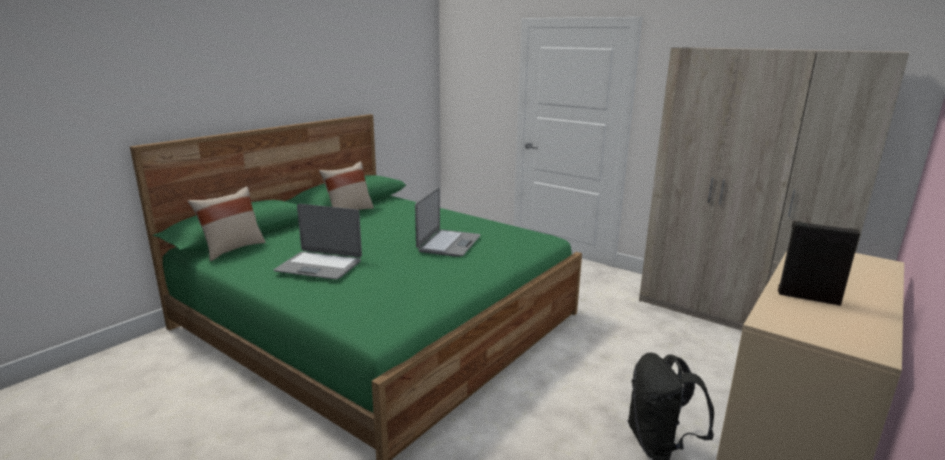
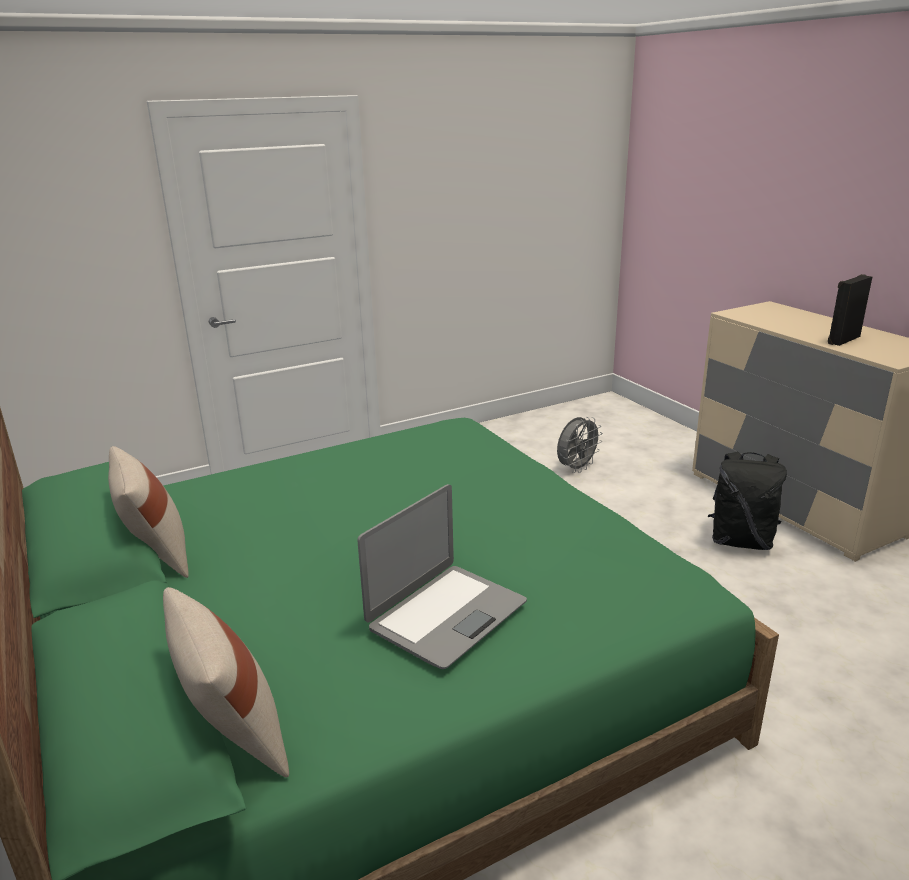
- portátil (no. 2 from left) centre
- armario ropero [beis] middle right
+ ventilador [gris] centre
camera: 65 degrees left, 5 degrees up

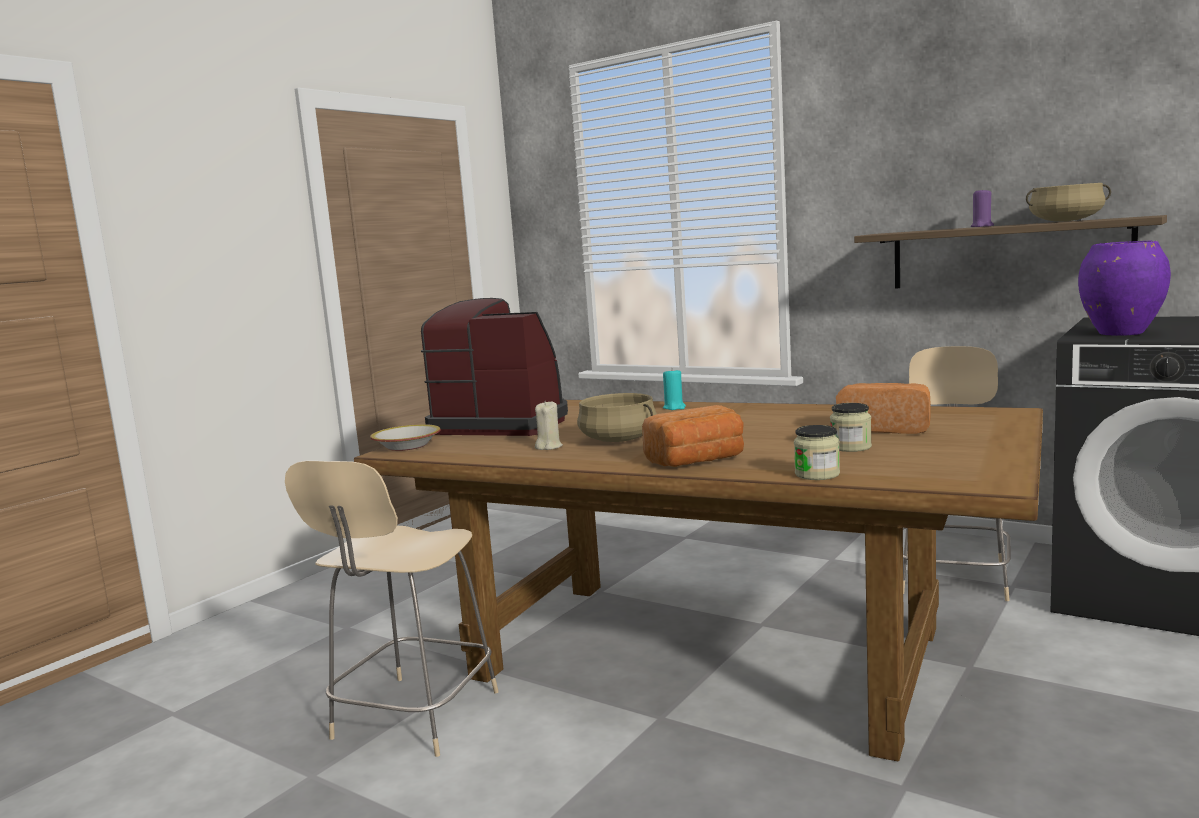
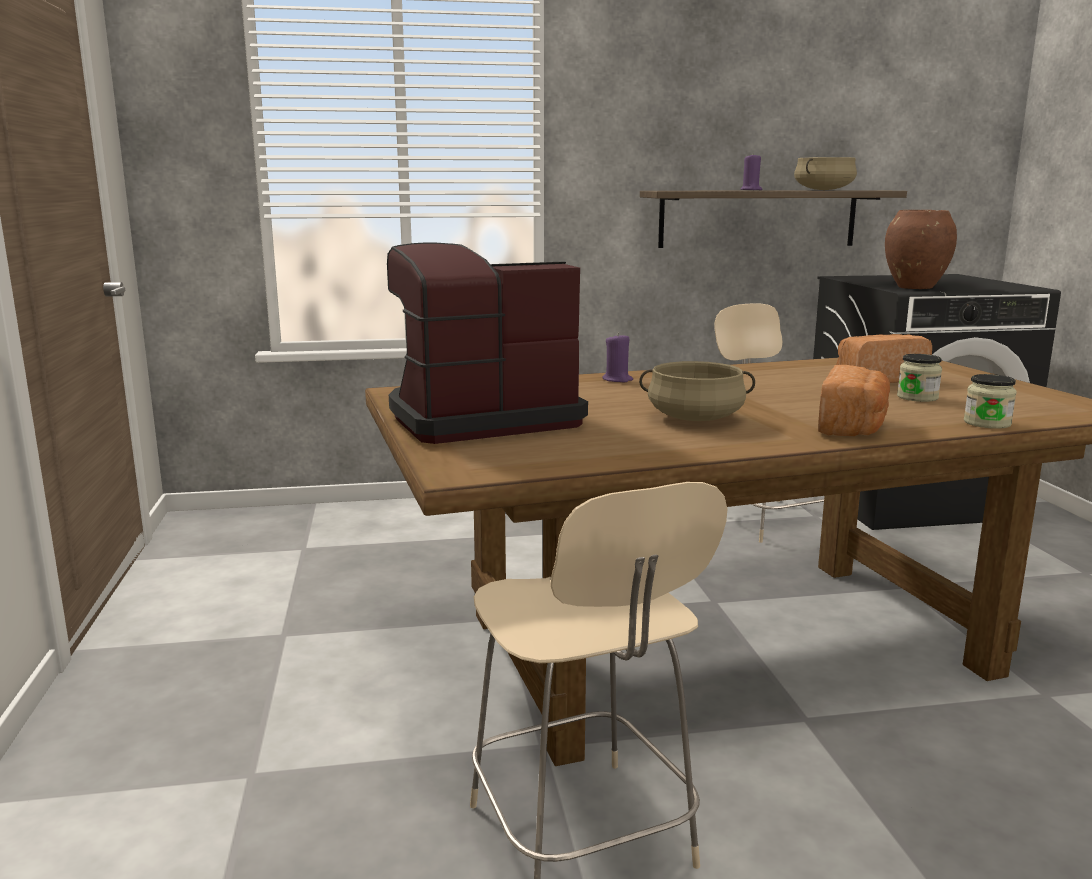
- cuenco centre
- vela [beis] centre
~ vela [turquesa] centre to vela [morado] (no. 1 from left) centre
~ florero [morado] middle right to florero [marrón] top right
camera: 45 degrees left, 5 degrees up

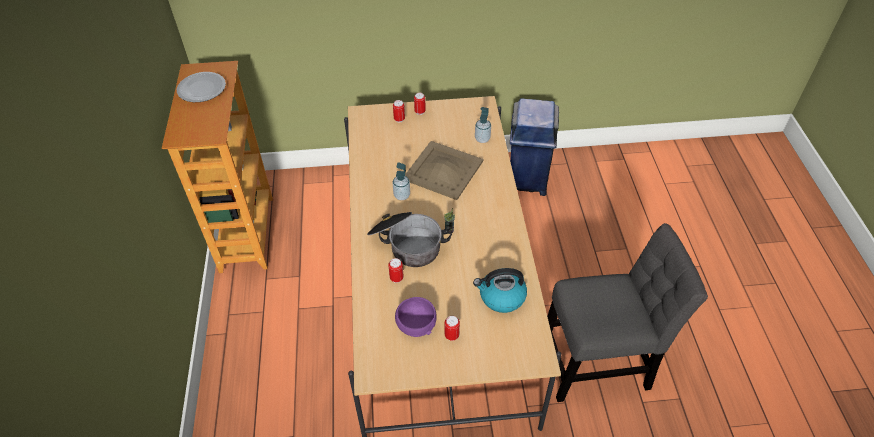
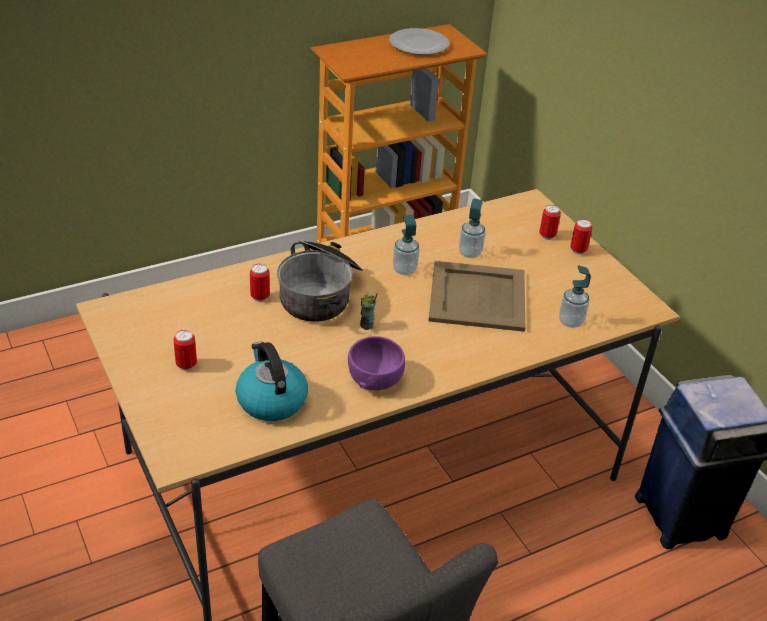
+ dispensador de jabón (no. 2 from left) centre
~ cuenco [morado] bottom centre to centre
camera: 65 degrees right, 10 degrees down

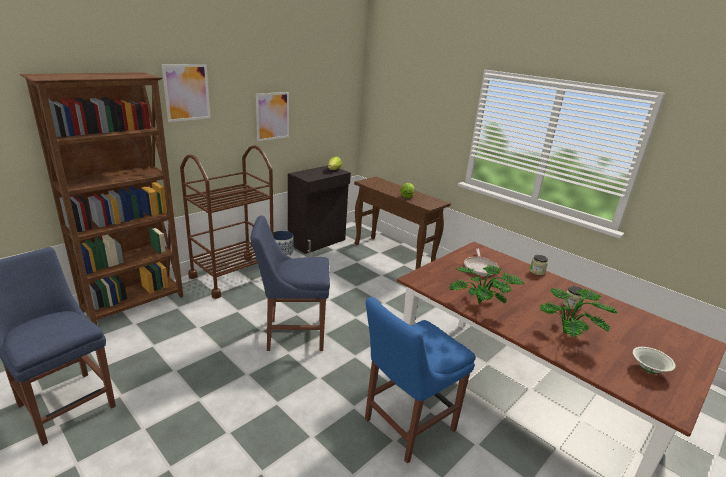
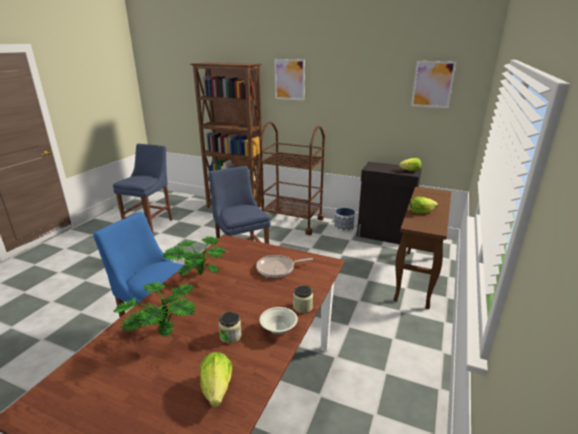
+ lechuga (no. 1 from left) bottom centre
~ cuadro (no. 2 from left) top centre to top right
~ cuenco [blanco] bottom right to bottom centre
camera: 70 degrees right, 0 degrees up

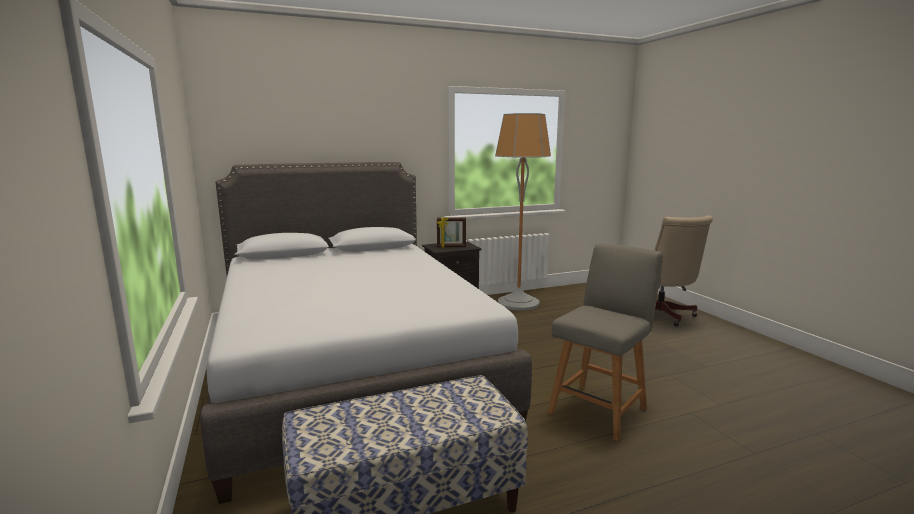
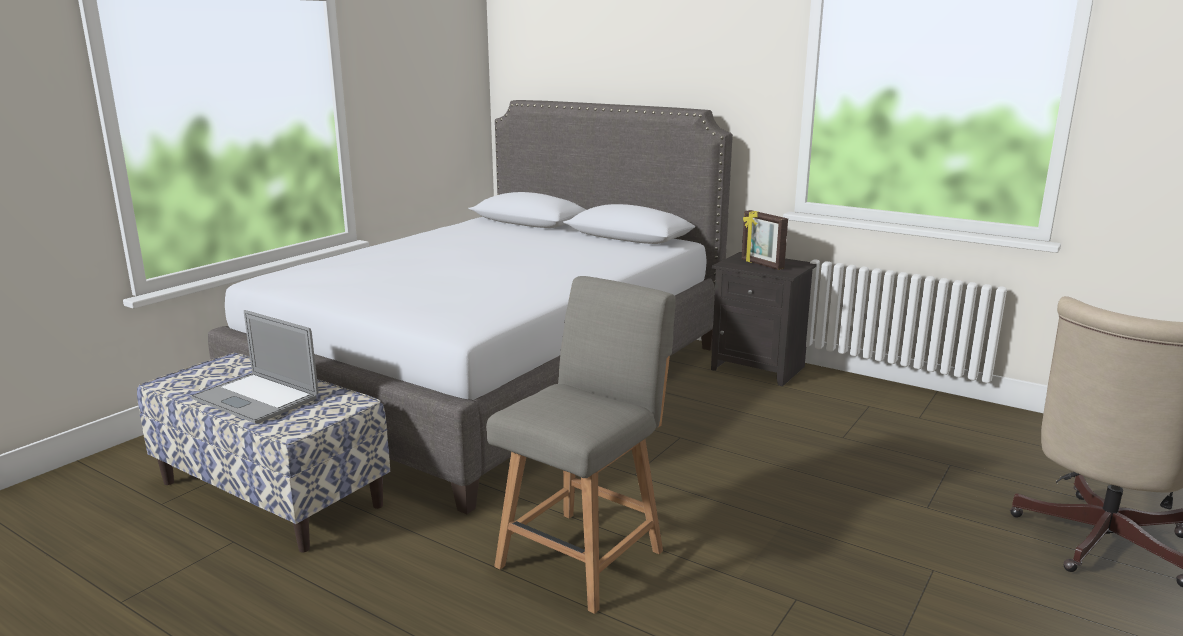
- lámpara de pie centre
+ portátil middle left
~ silla [gris] centre = bottom centre 60 degrees counterclockwise
camera: 55 degrees right, 5 degrees up

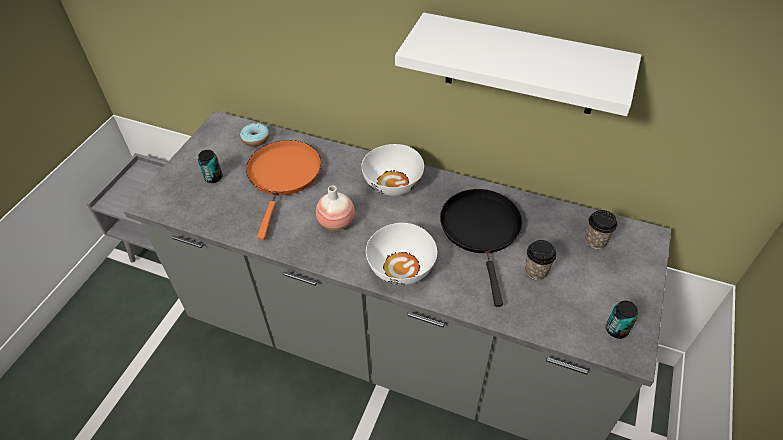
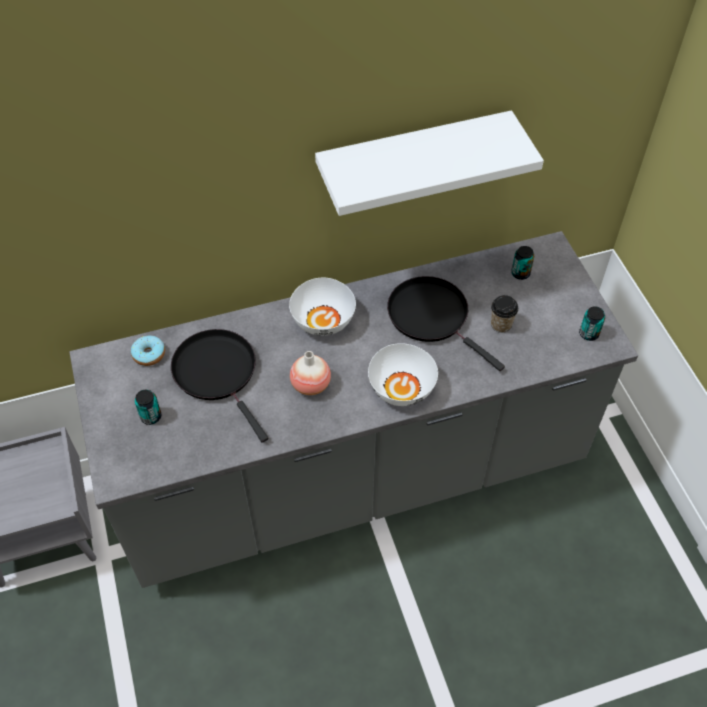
~ taza (no. 2 from left) middle right to lata (no. 2 from left) middle right
~ sartén [naranja] centre to sartén [negro] (no. 1 from left) middle left
camera: 40 degrees left, 5 degrees up

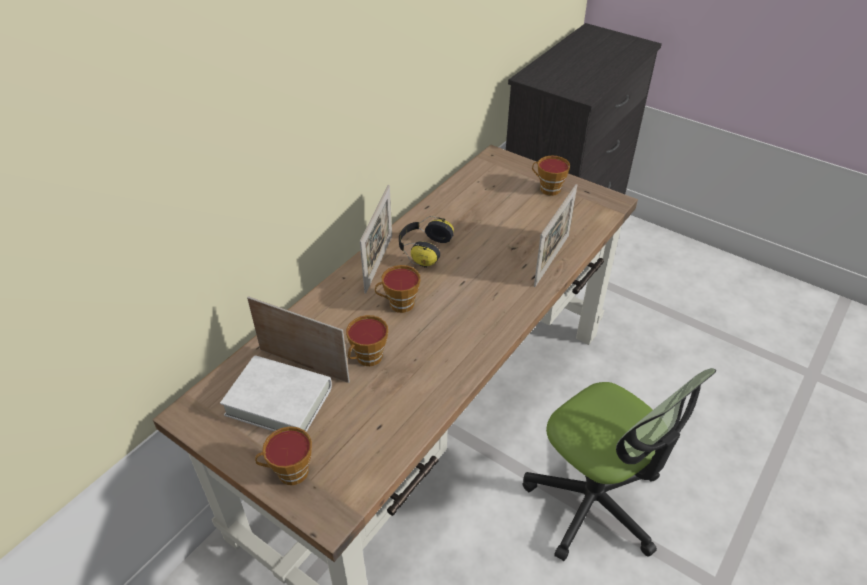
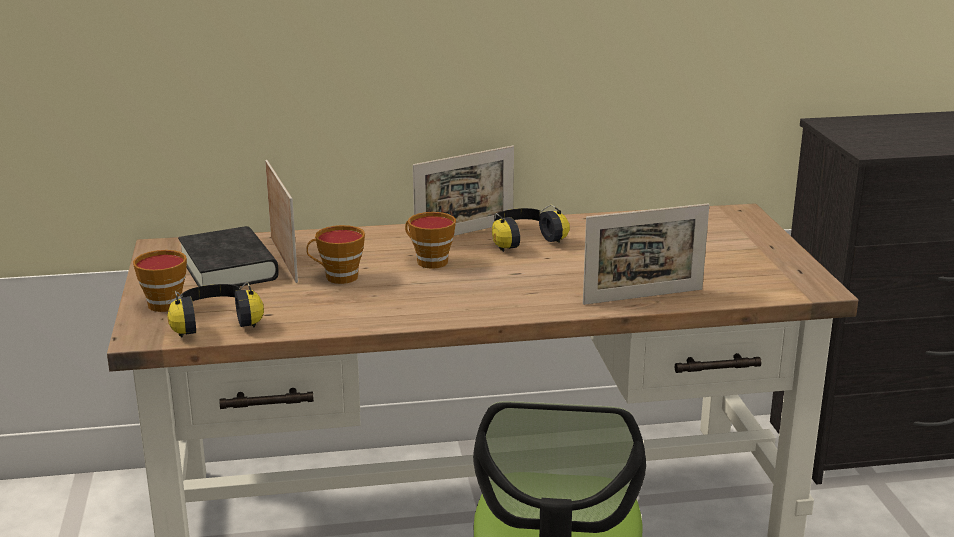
- taza (no. 4 from left) top centre
+ auriculares (no. 1 from left) middle left
~ libro [blanco] bottom left to libro [negro] middle left
camera: 45 degrees right, 20 degrees down

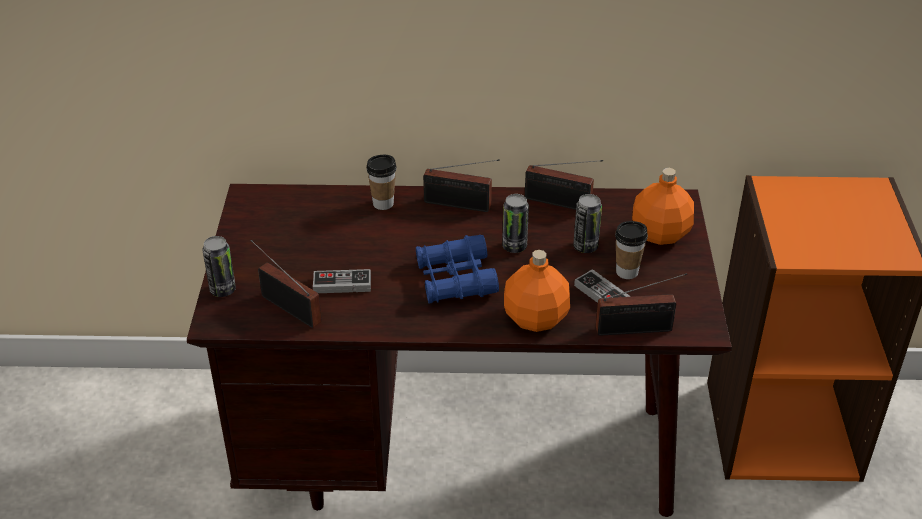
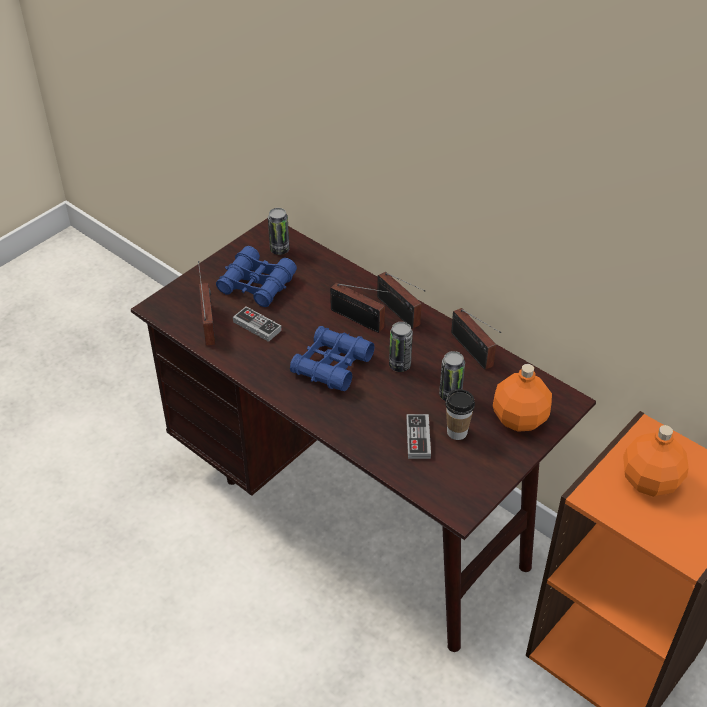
- taza (no. 1 from left) centre
+ prismáticos [azul] (no. 1 from left) centre
~ lata (no. 1 from left) middle left to top centre
~ botella [naranja] (no. 1 from left in the first image) centre to botella [naranja] (no. 2 from left) middle right
~ radio (no. 4 from left in the first image) middle right to radio (no. 2 from left) centre
camera: 40 degrees right, 5 degrees up

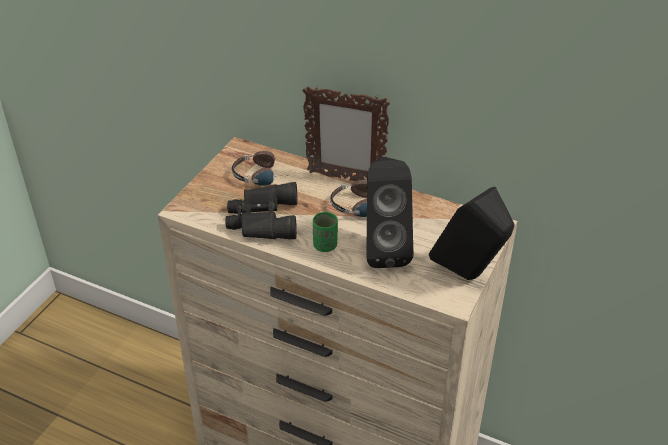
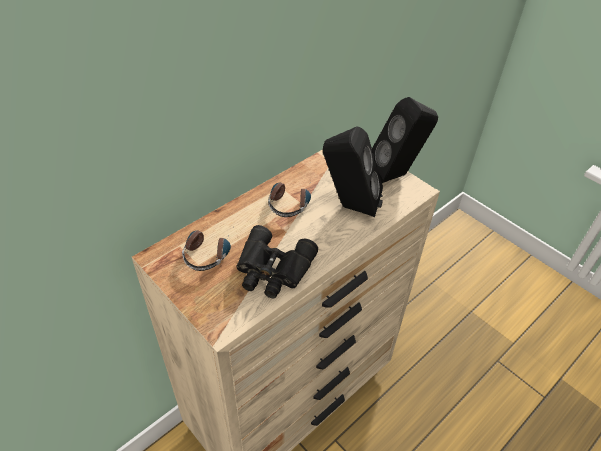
- portarretratos top centre
- taza [verde] centre
camera: 70 degrees left, 5 degrees up

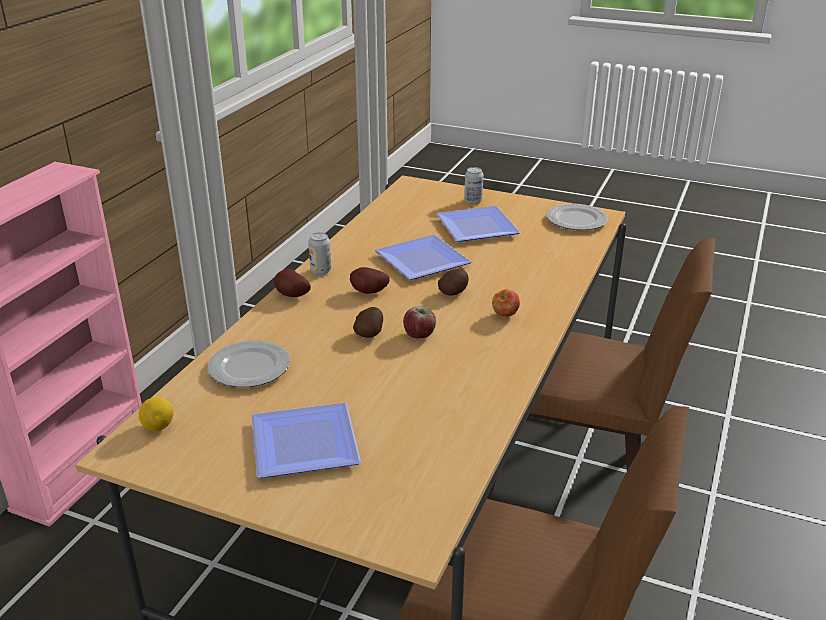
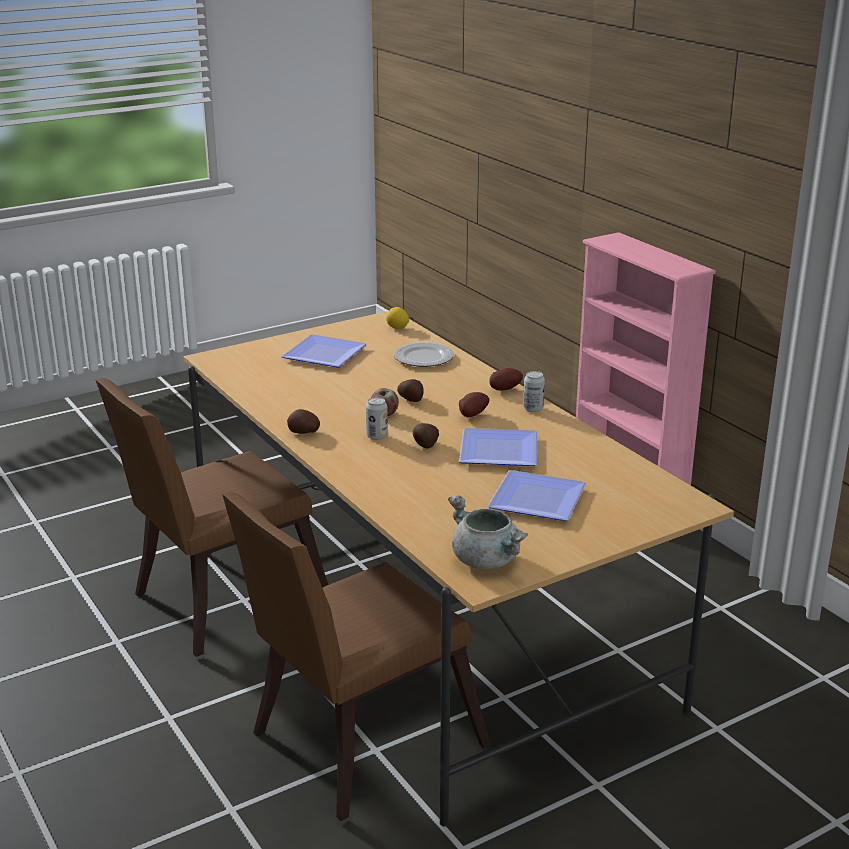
- manzana (no. 2 from left) centre
+ patata (no. 1 from left) centre
~ lata (no. 2 from left in the first image) top centre to lata (no. 1 from left) centre
~ plato (no. 5 from left) middle right to olla [gris] centre
camera: 125 degrees right, 5 degrees down

